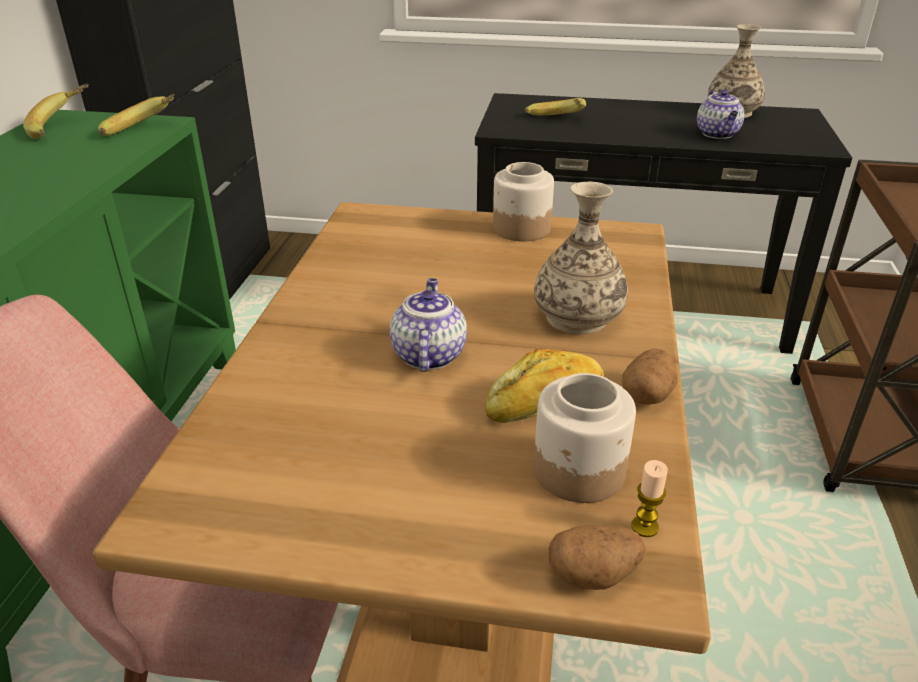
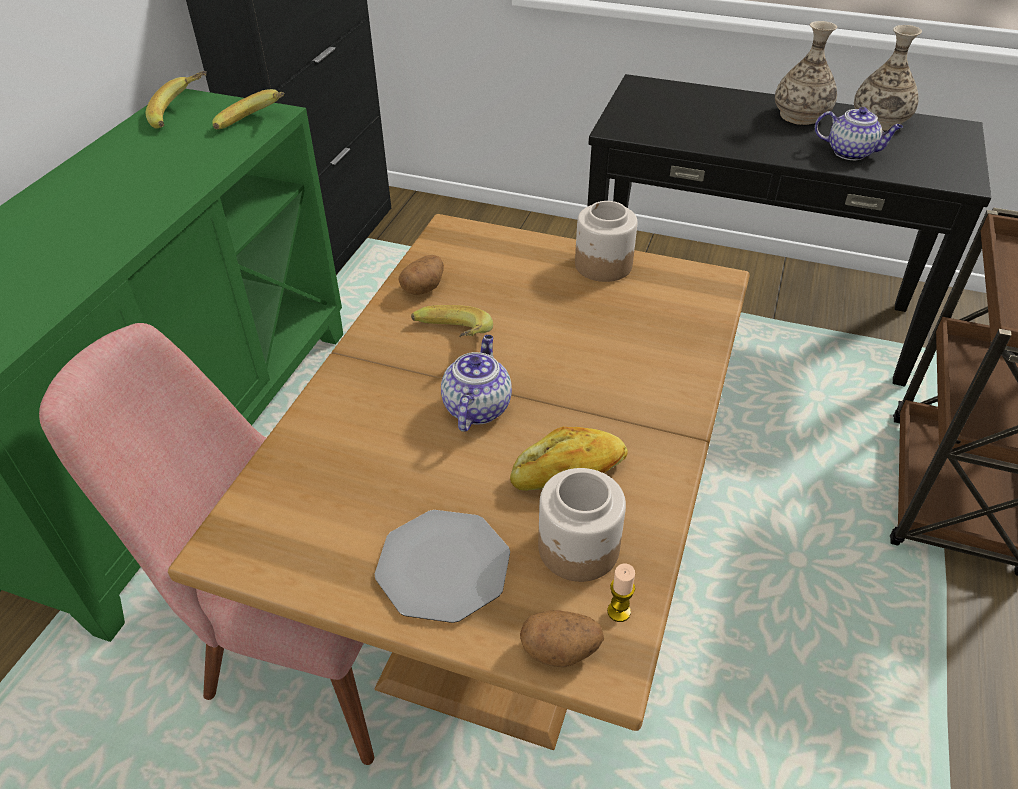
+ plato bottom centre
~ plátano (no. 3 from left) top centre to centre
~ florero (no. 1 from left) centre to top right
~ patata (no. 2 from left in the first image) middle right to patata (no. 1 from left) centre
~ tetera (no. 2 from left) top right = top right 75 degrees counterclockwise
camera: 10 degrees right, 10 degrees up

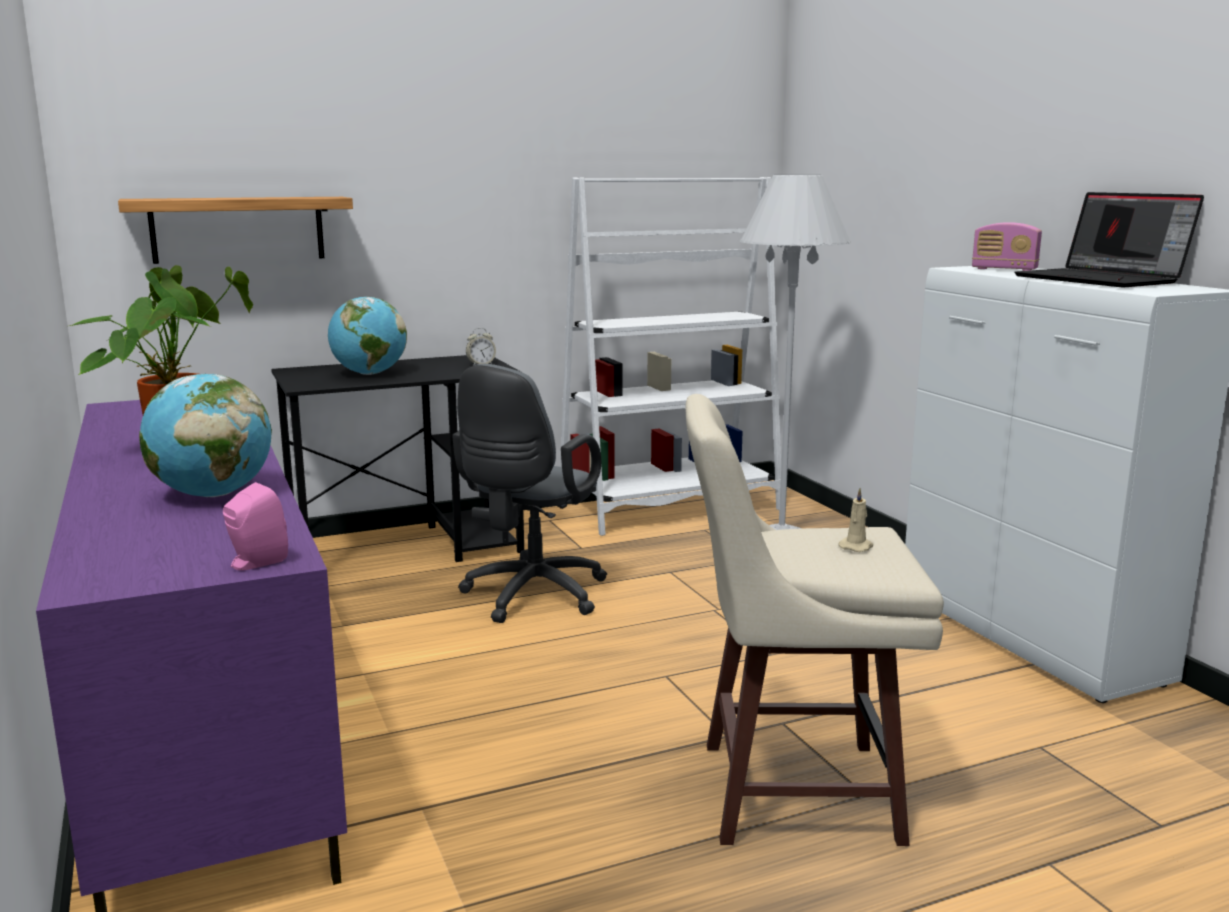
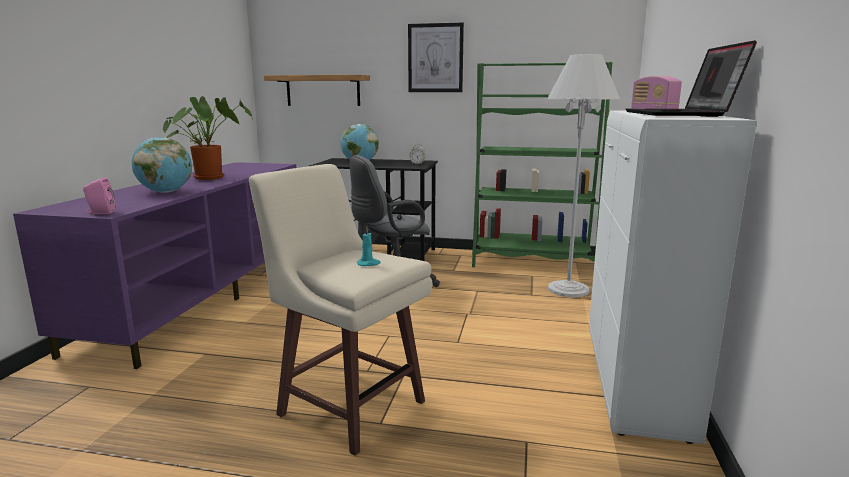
+ cuadro top centre
~ estantería [blanco] centre to estantería [verde] centre
~ vela [beis] middle right to vela [turquesa] centre
camera: 35 degrees right, 0 degrees up

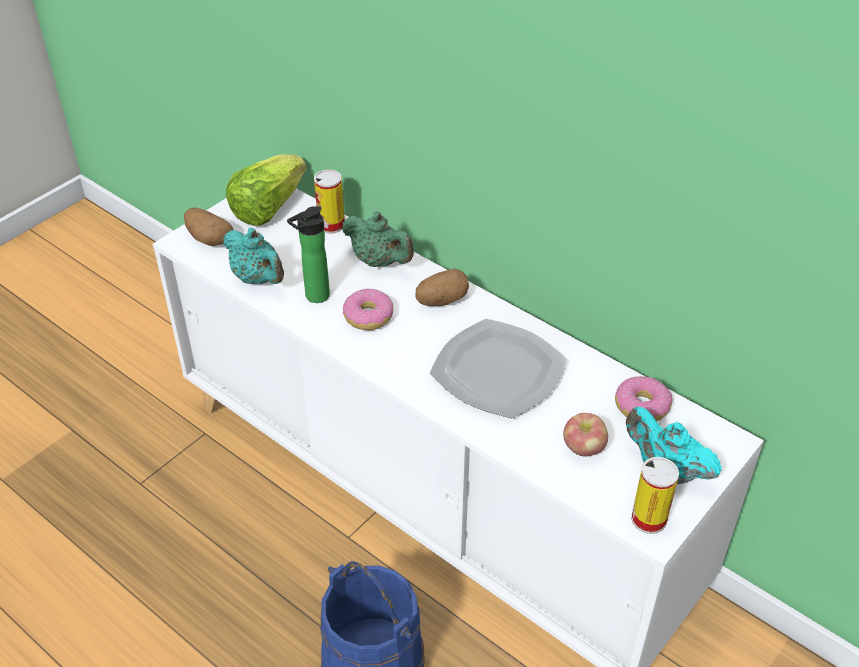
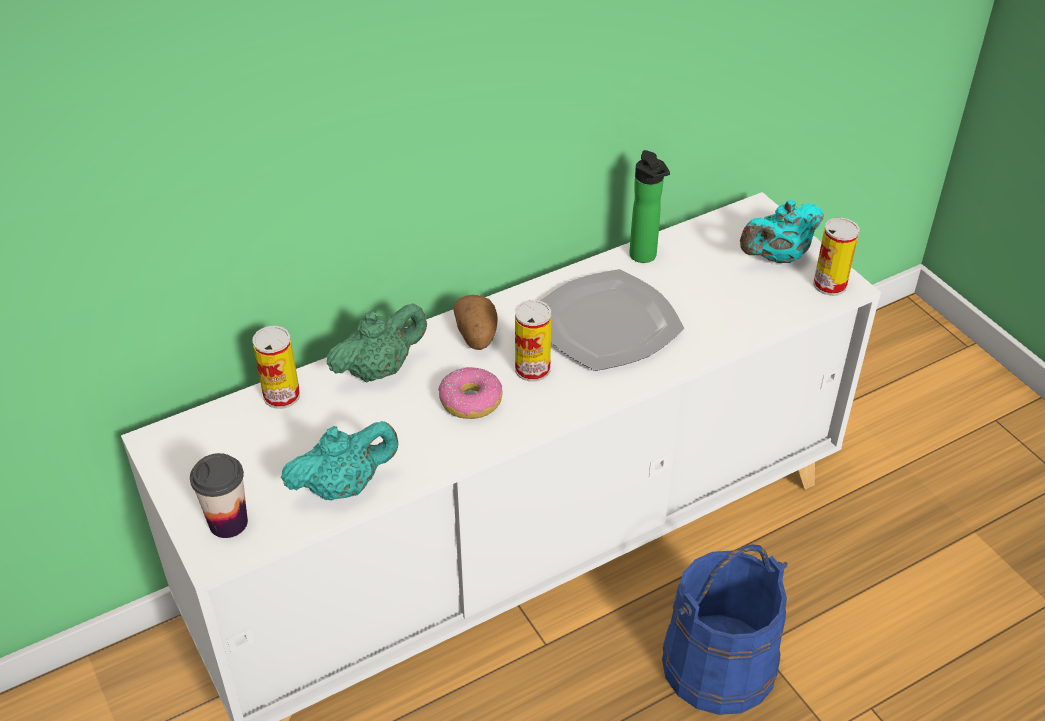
- lechuga top left
- manzana middle right
- rosquilla (no. 2 from left) middle right
+ lata (no. 2 from left) centre
~ botella centre to top centre
~ patata (no. 1 from left) middle left to taza bottom left
camera: 70 degrees left, 0 degrees up

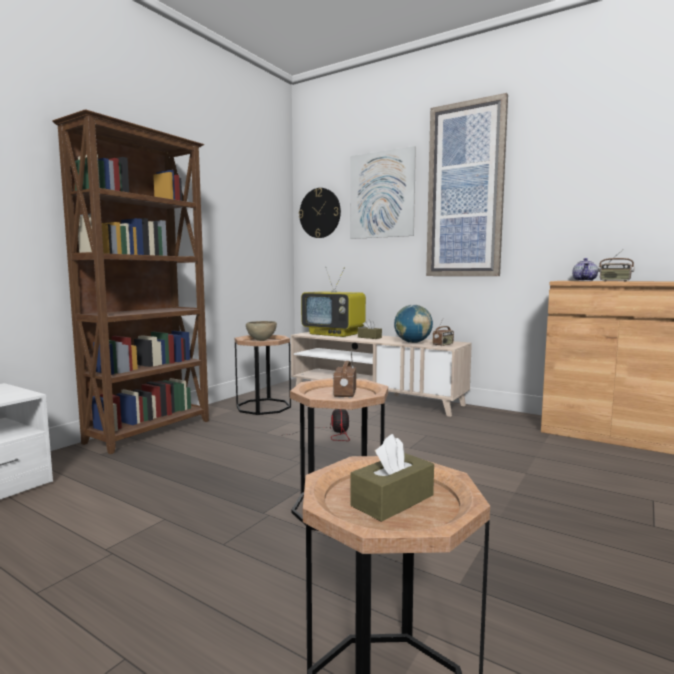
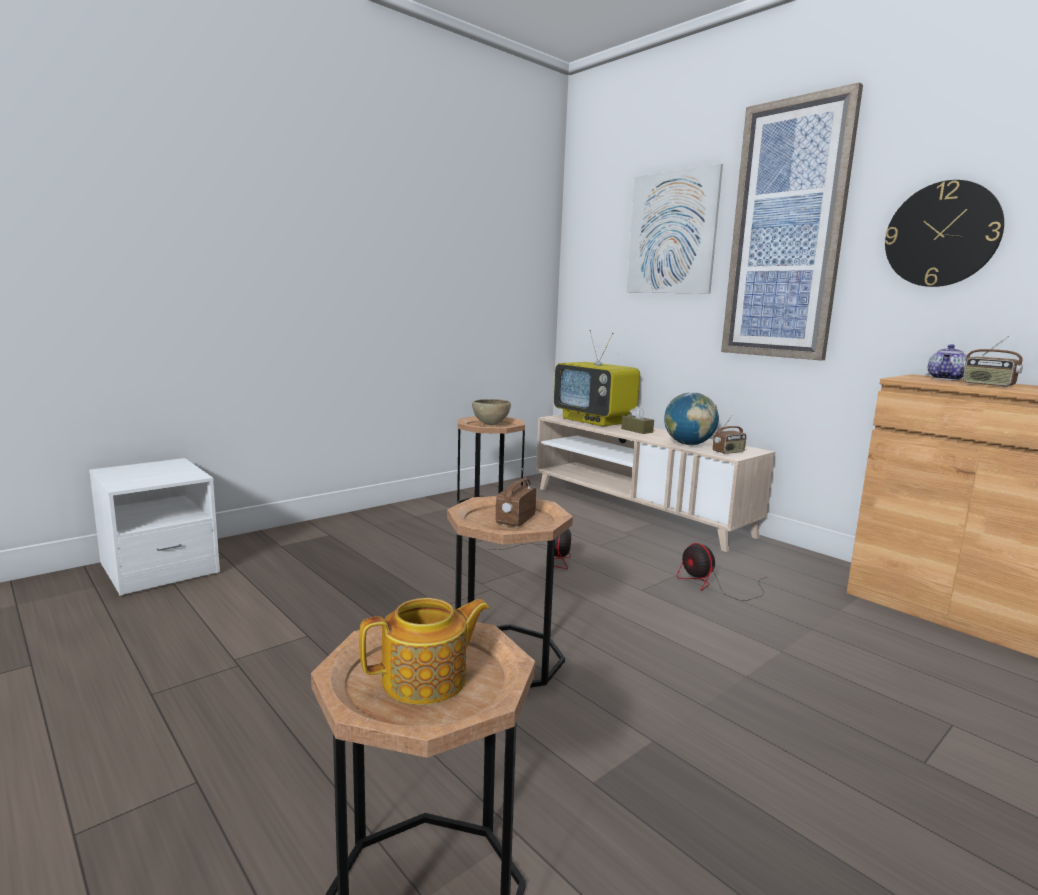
- estantería [marrón] middle left
+ ventilador (no. 2 from left) middle right
~ reloj de pared top centre to top right
~ caja de pañuelos [marrón] (no. 2 from left) bottom centre to tetera (no. 1 from left) bottom centre
camera: 15 degrees right, 5 degrees up

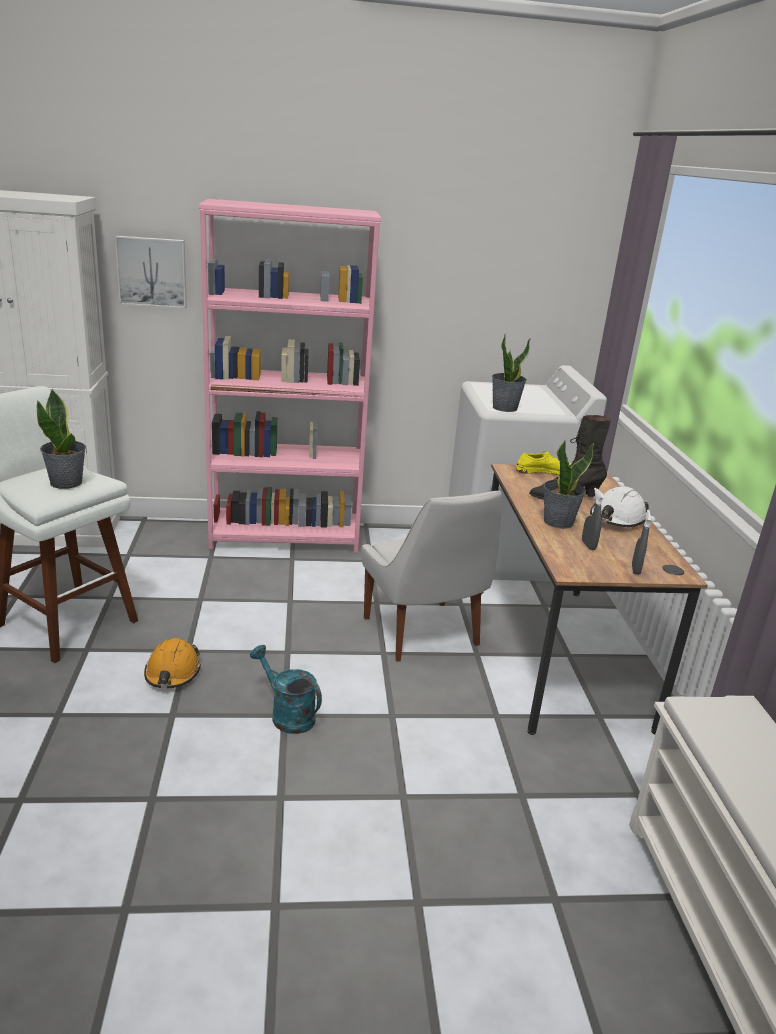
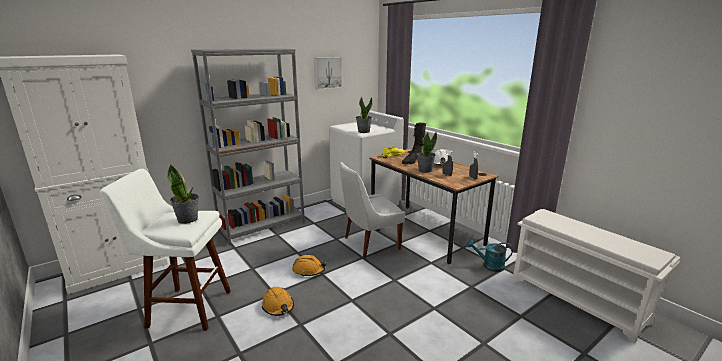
+ casco [naranja] (no. 2 from left) bottom centre
~ cuadro top left to top centre
~ regadera [turquesa] centre to bottom right
~ estantería [rosa] centre to estantería [gris] centre
~ silla [blanco] centre = centre 120 degrees clockwise
camera: 30 degrees left, 5 degrees down

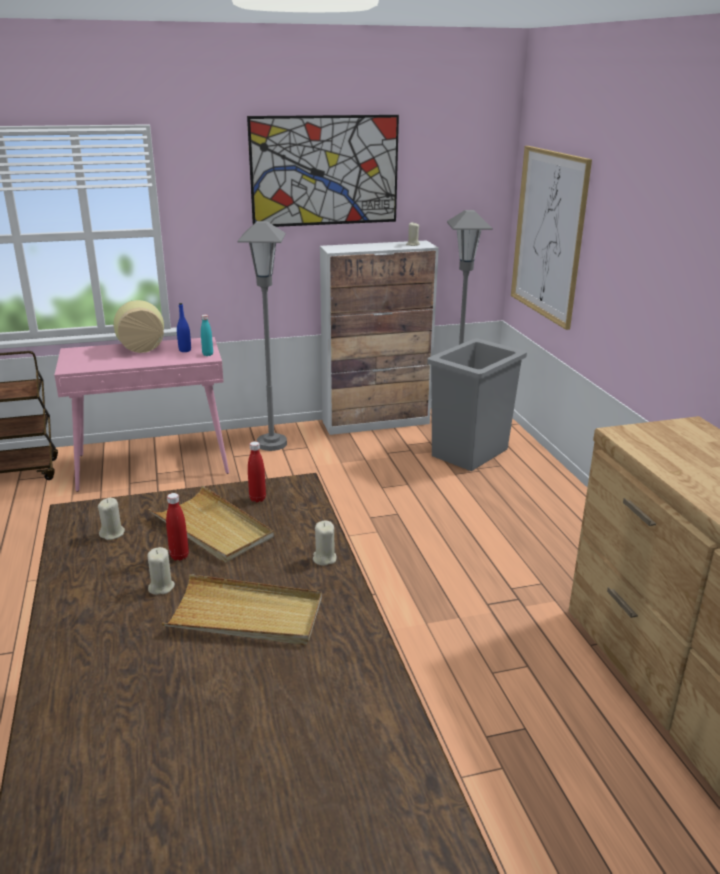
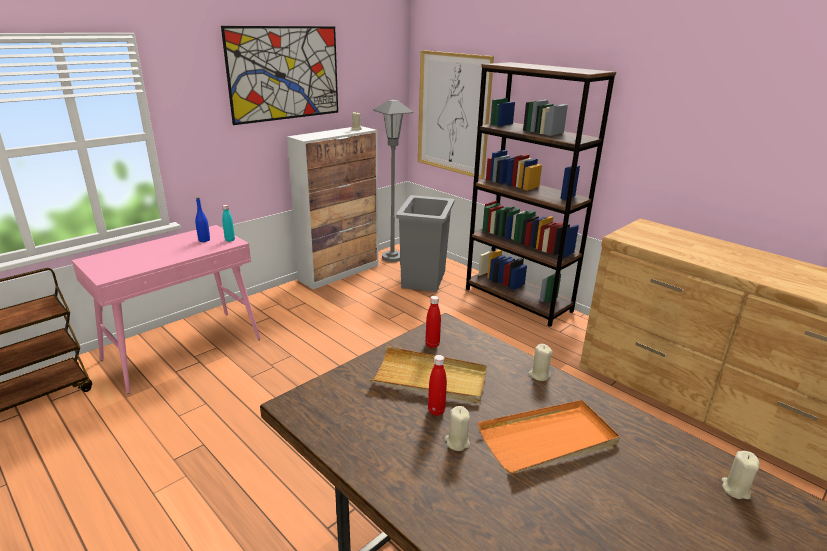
- florero middle left
- lámpara de pie [gris] (no. 1 from left) centre
+ estantería [marrón] centre
~ vela [beis] (no. 1 from left in the first image) middle left to vela [beis] (no. 4 from left) bottom right
~ bandeja [beis] (no. 2 from left) bottom centre to bandeja [naranja] bottom centre
camera: 30 degrees left, 0 degrees up

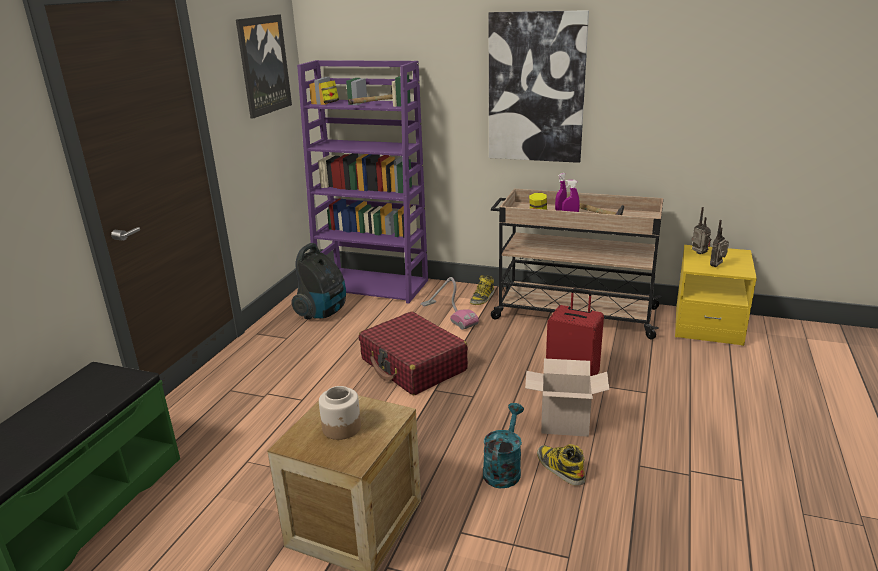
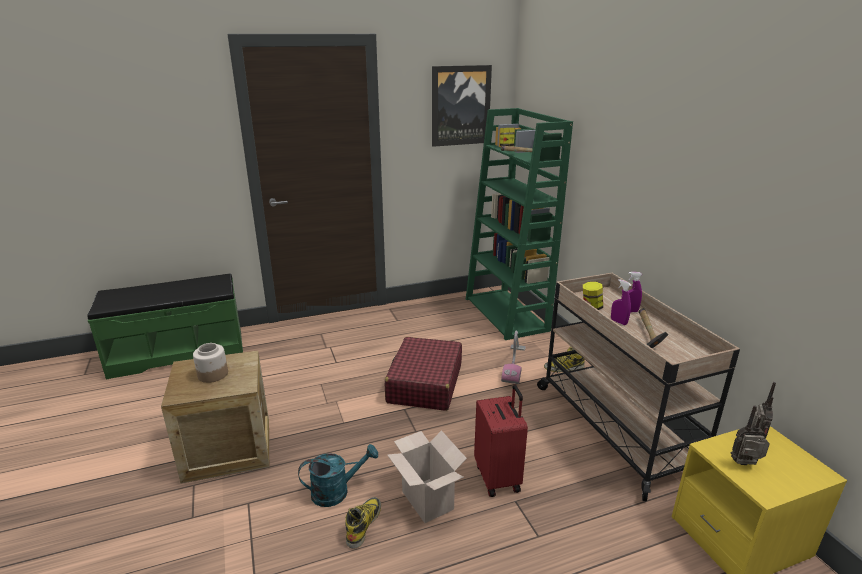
- aspiradora (no. 1 from left) centre
- cuadro (no. 2 from left) top centre
~ estantería [morado] top centre to estantería [verde] centre
camera: 50 degrees right, 0 degrees up

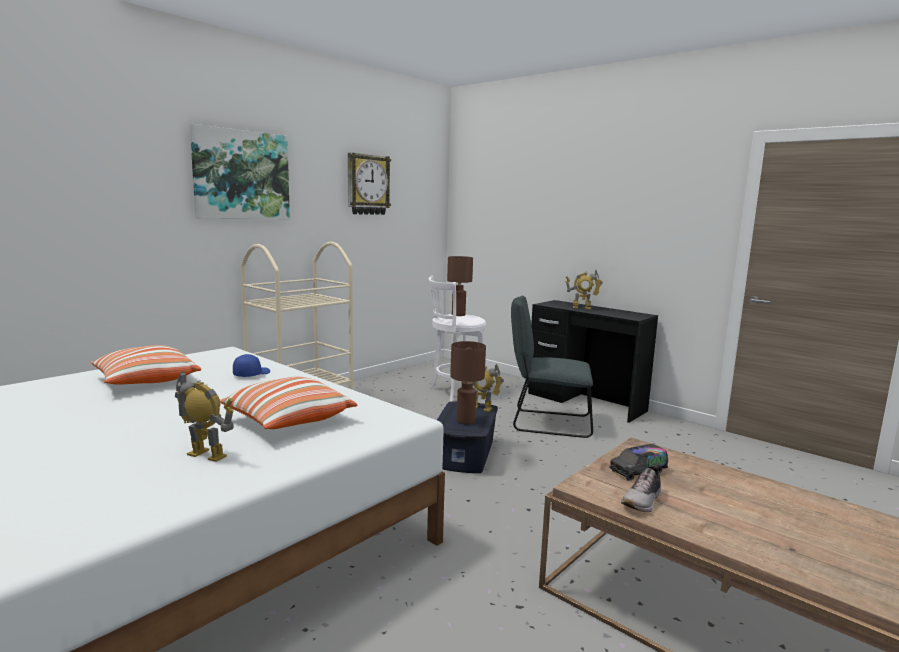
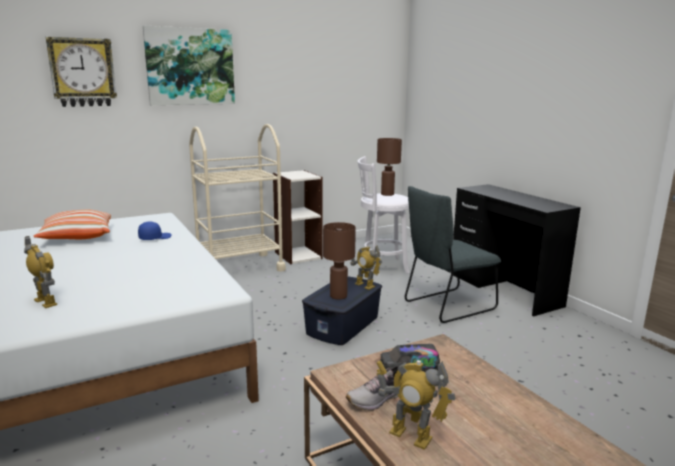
- cojín (no. 2 from left) middle left
+ estantería centre
~ reloj de pared top centre to top left
~ robot de juguete (no. 3 from left) centre to bottom centre
~ silla [gris] centre = middle right 60 degrees counterclockwise
camera: 20 degrees right, 5 degrees up

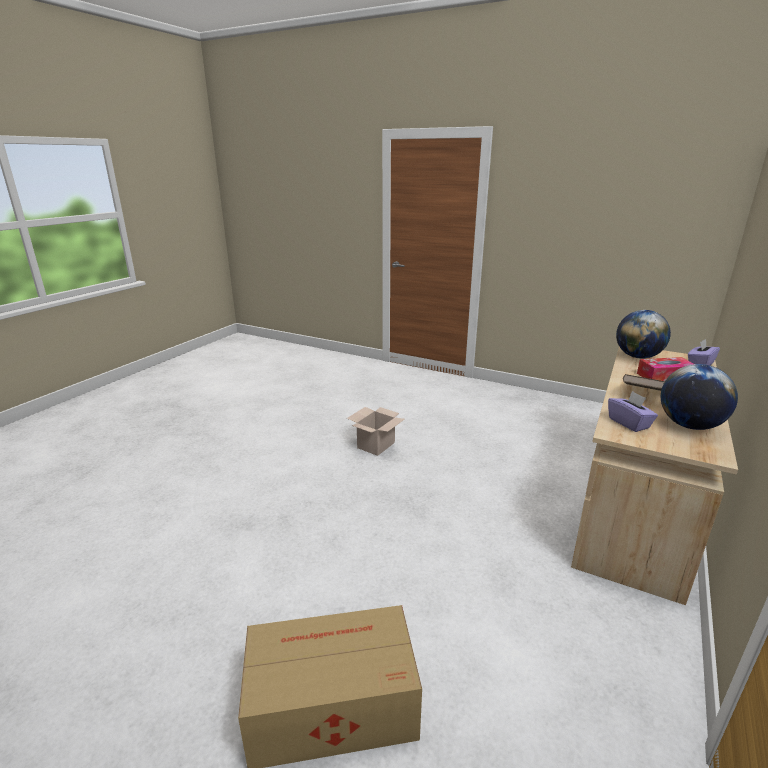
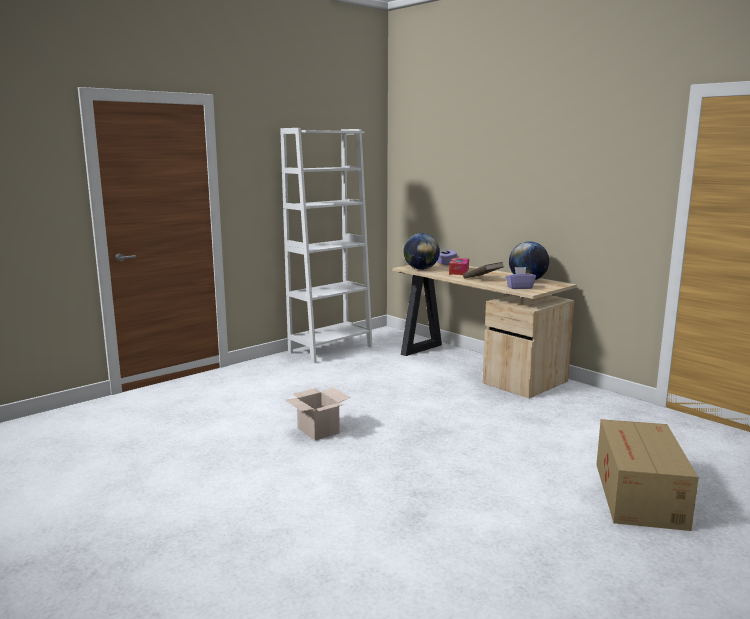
+ estantería [blanco] centre
camera: 70 degrees left, 10 degrees down

